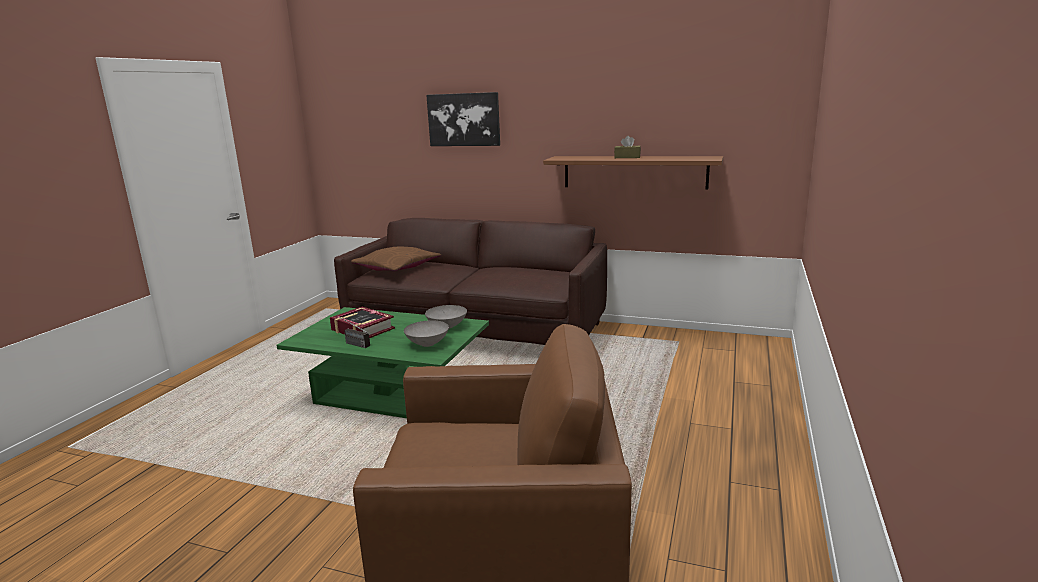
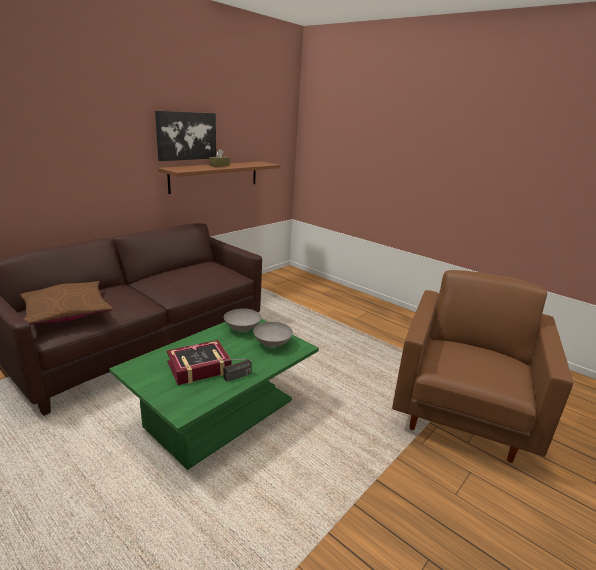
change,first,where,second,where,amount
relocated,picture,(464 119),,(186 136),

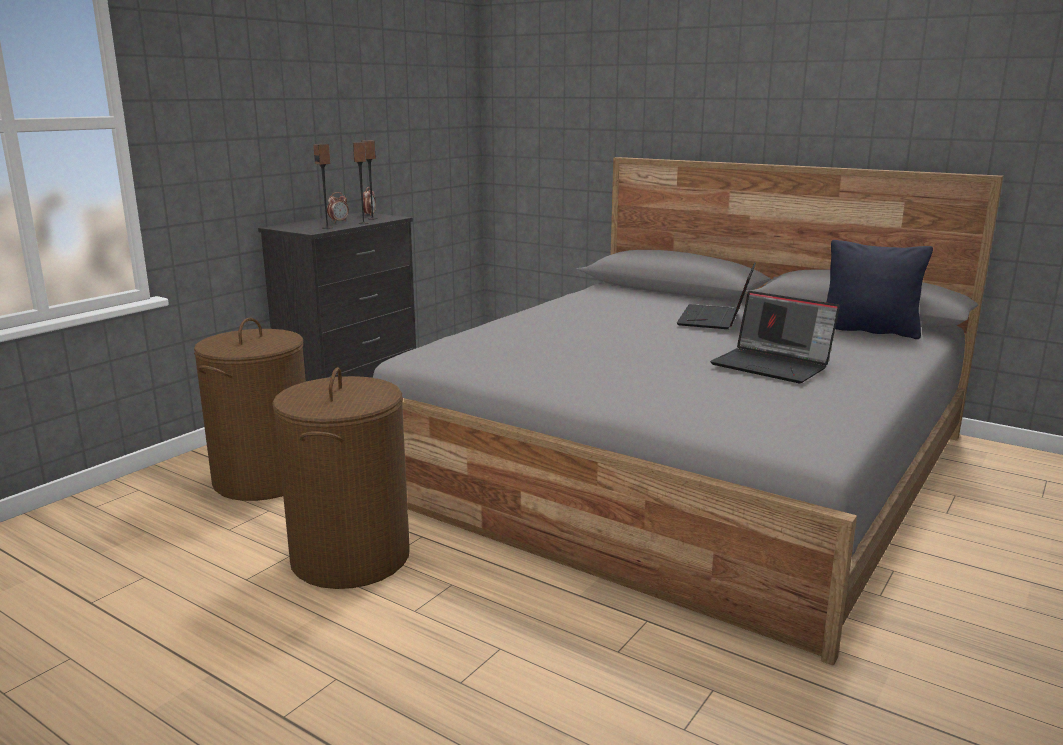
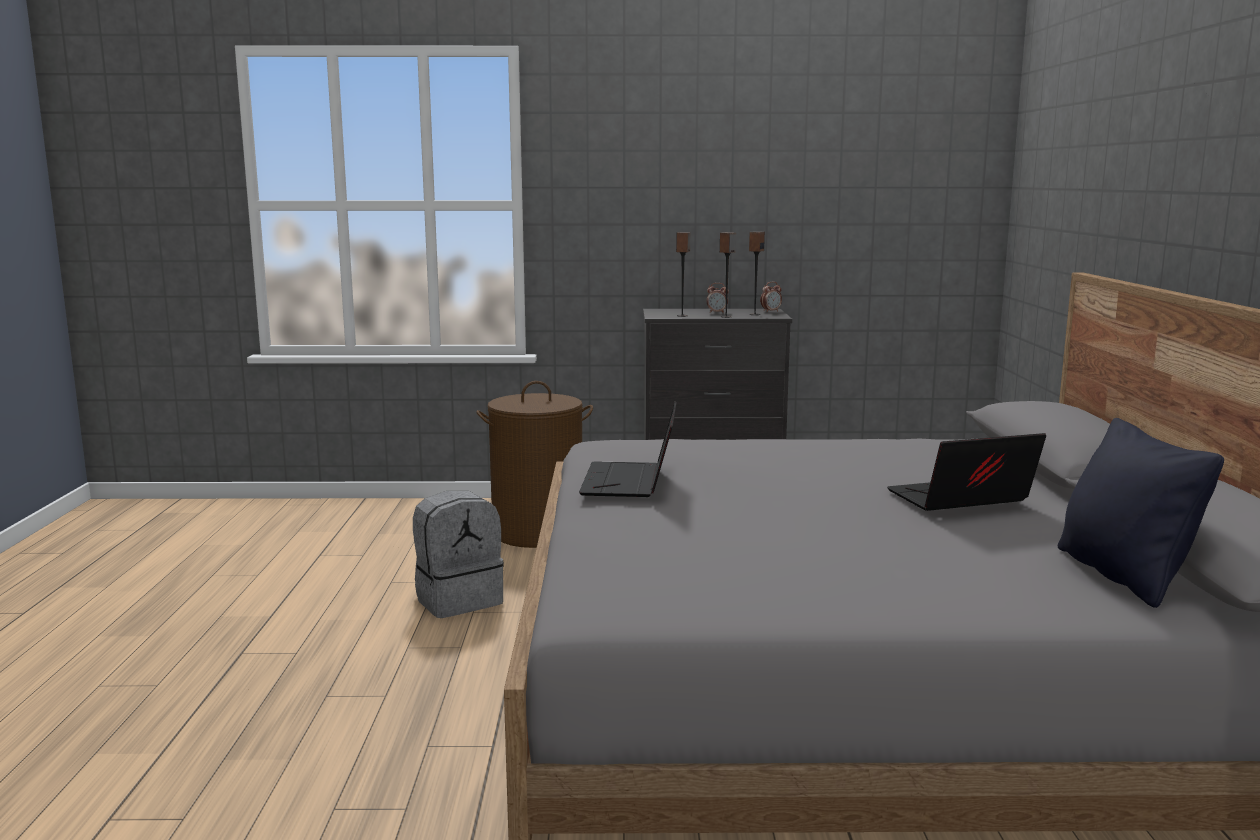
change,first,where,second,where,amount
relocated,laptop,(773 365),,(631 482),
exchanged,laundry basket in brown,(350 557),backpack in grey,(458 600),

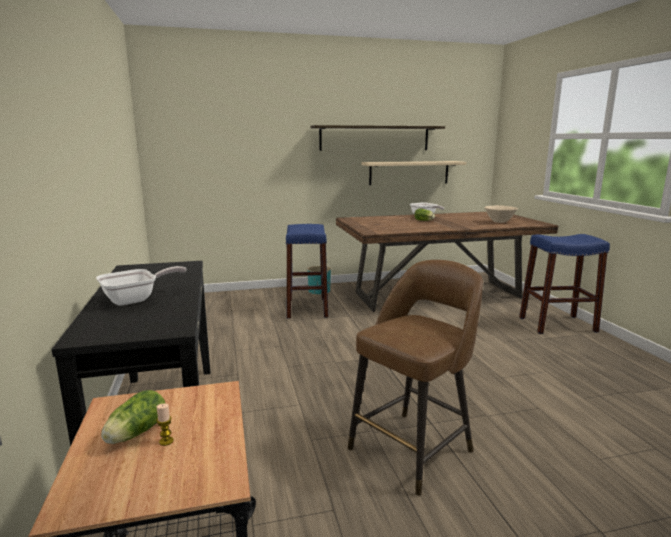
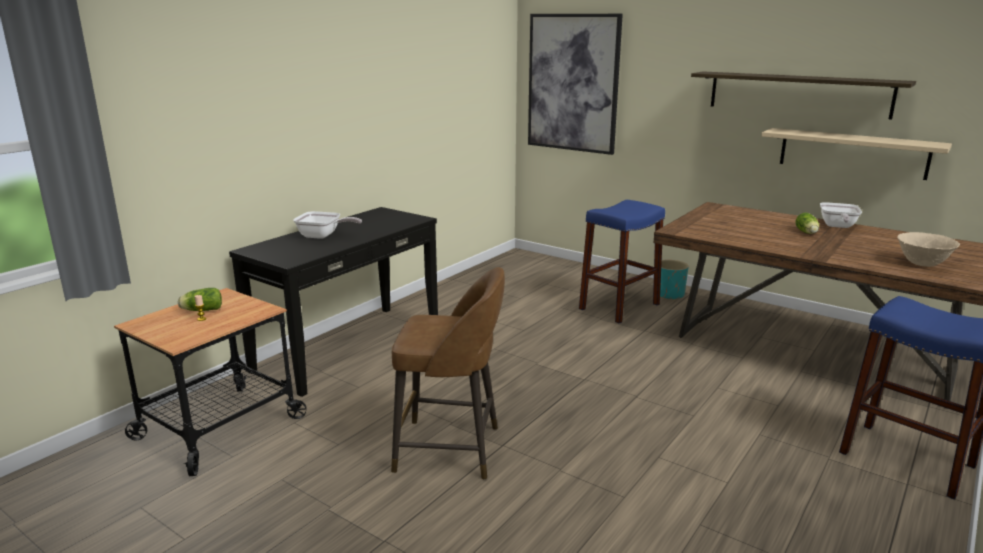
change,first,where,second,where,amount
appeared,,,picture,(573 83),

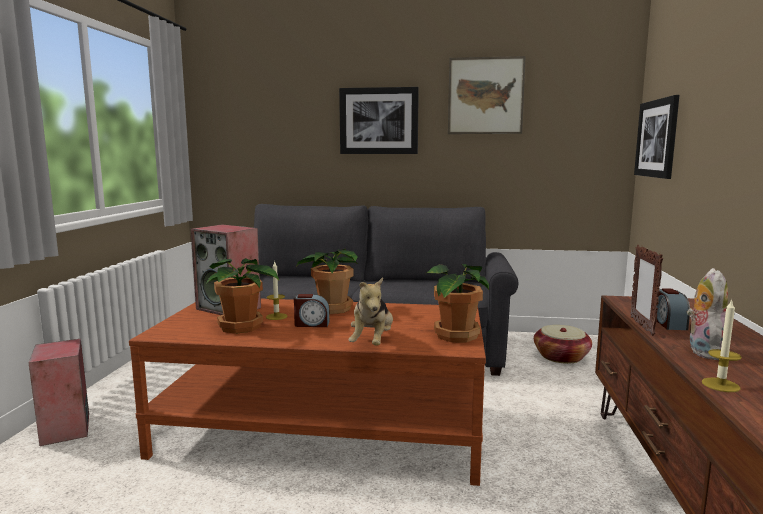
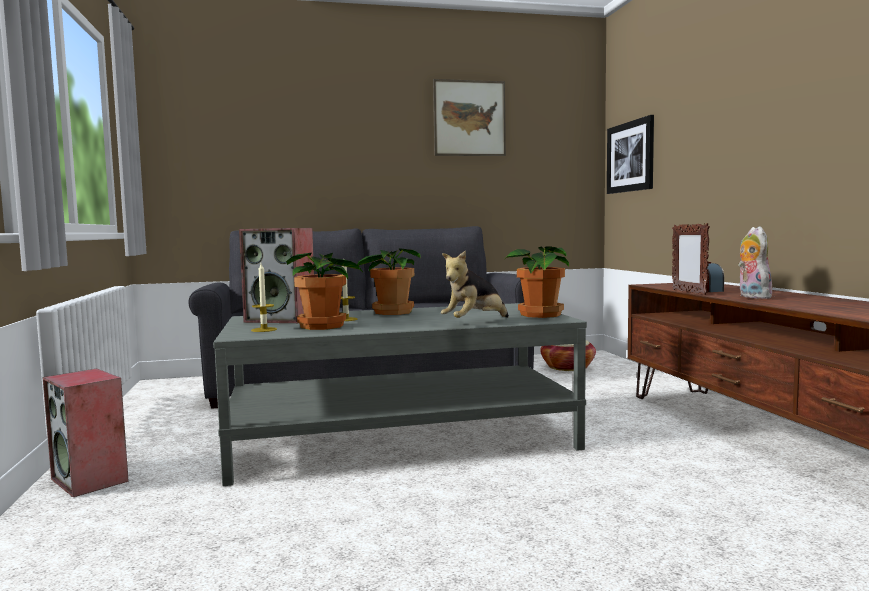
change,first,where,second,where,amount
missing,alarm clock,(311 324),,,
missing,picture,(378 121),,,
relocated,candle,(720 385),,(264 330),
colour,coffee table in brown,(324 430),coffee table in grey,(401 439),
spun,plush toy,(372 342),,(475 323),60 degrees clockwise

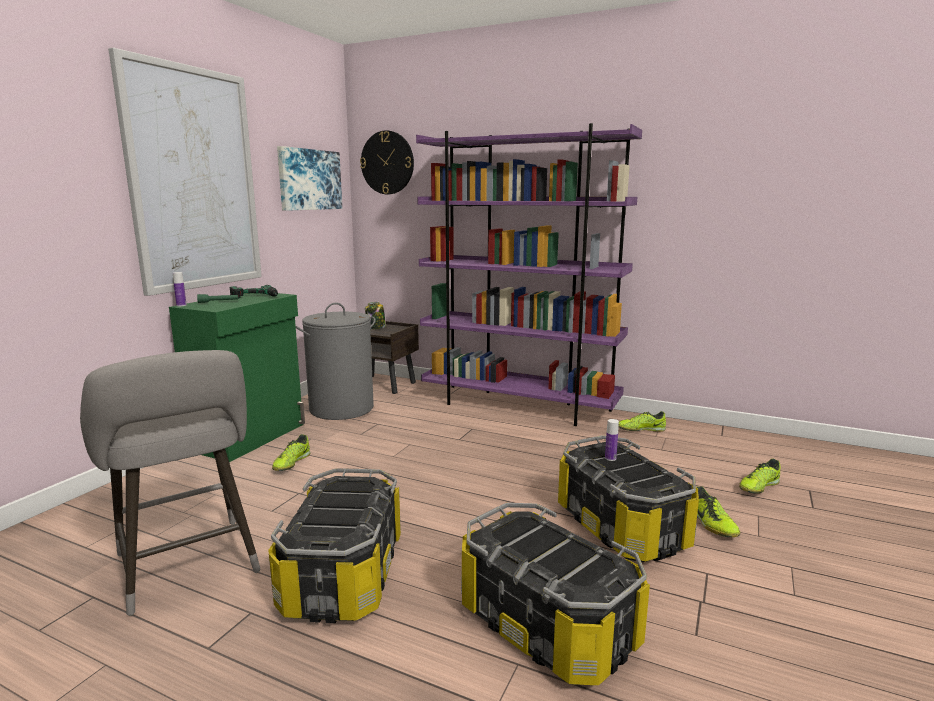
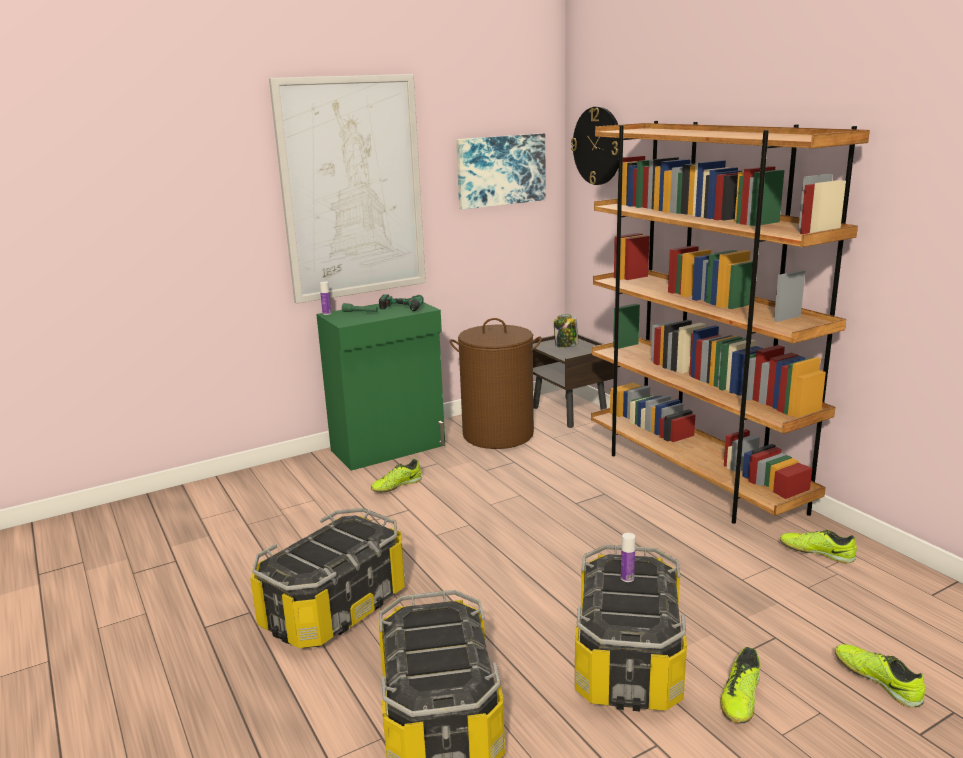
change,first,where,second,where,amount
missing,stool in grey,(189 568),,,
colour,laundry basket in grey,(341 408),laundry basket in brown,(498 434),
colour,bookcase in purple,(519 406),bookcase in brown,(694 477),
spun,shoe,(758 487),,(877 680),60 degrees clockwise

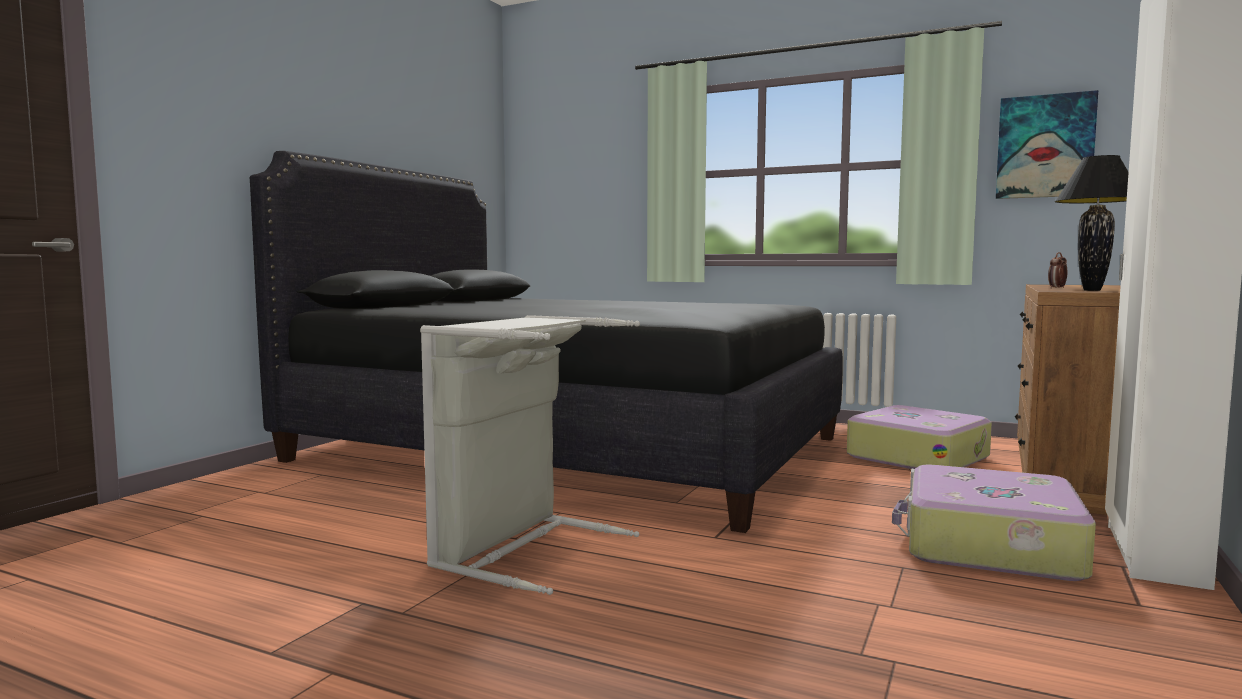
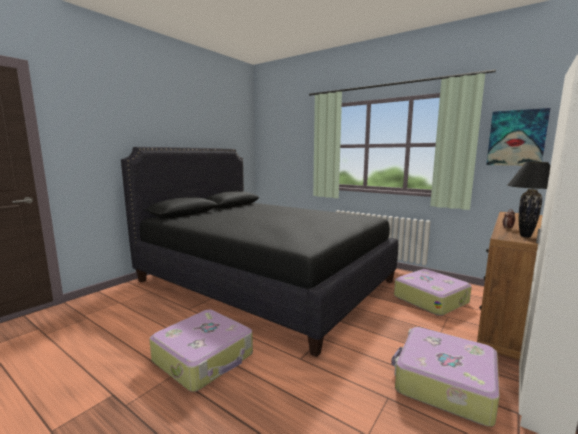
change,first,where,second,where,amount
exchanged,laundry basket in grey,(520 548),suitcase,(204 358),

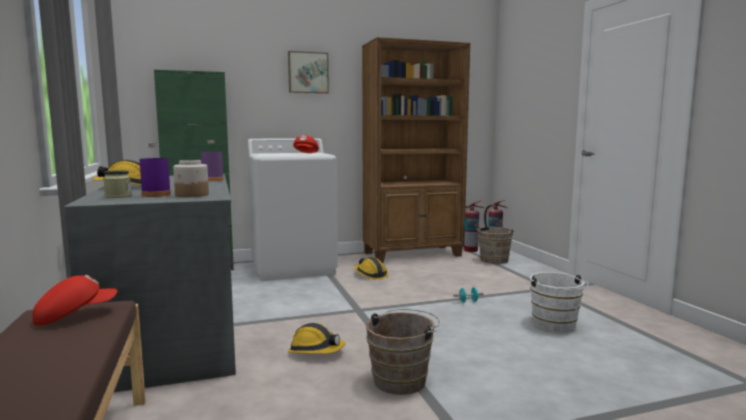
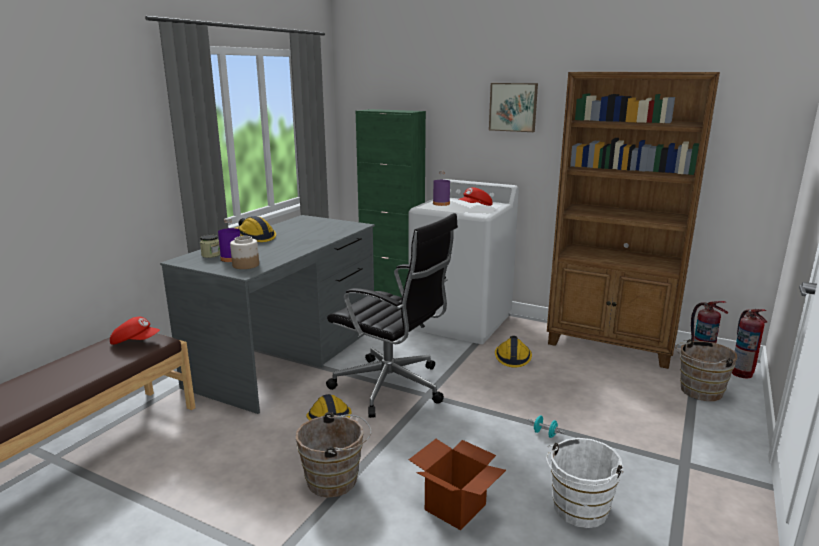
change,first,where,second,where,amount
appeared,,,office chair in black,(392 387),
appeared,,,cardboard box,(455 507),
relocated,bottle in purple,(212 180),,(441 204),

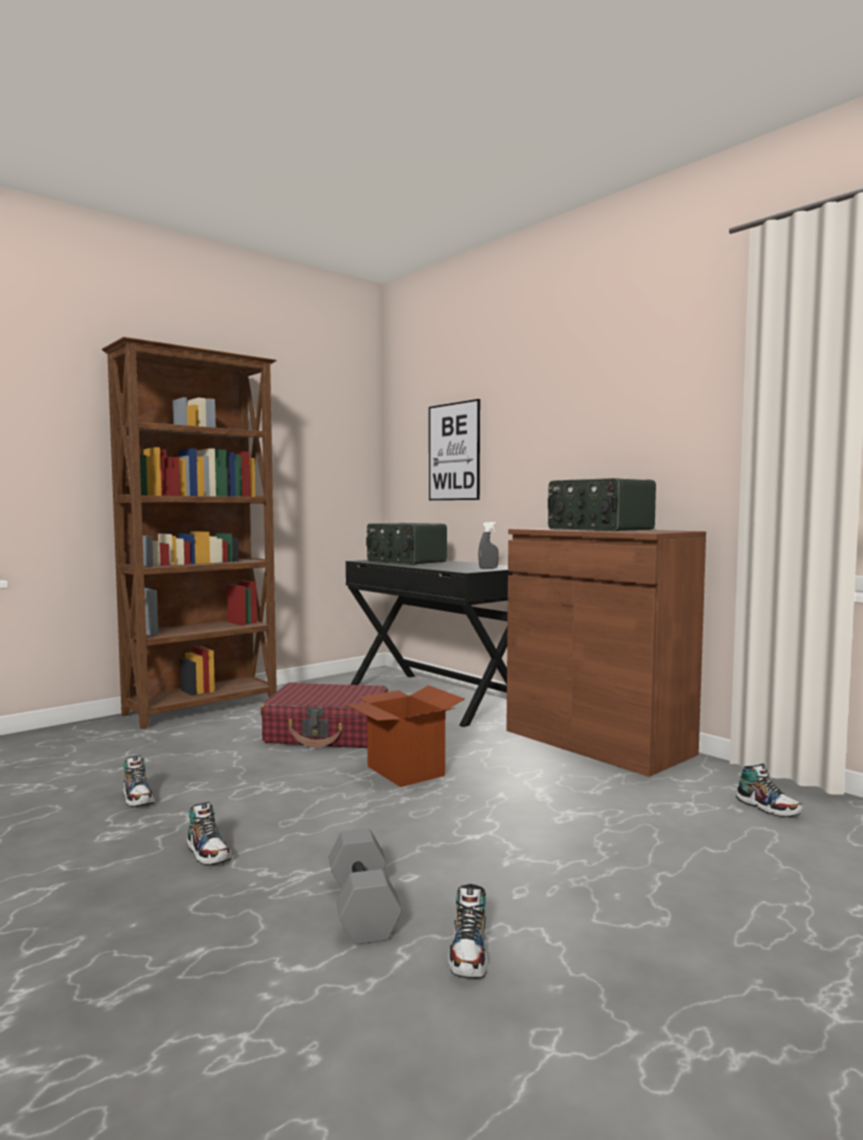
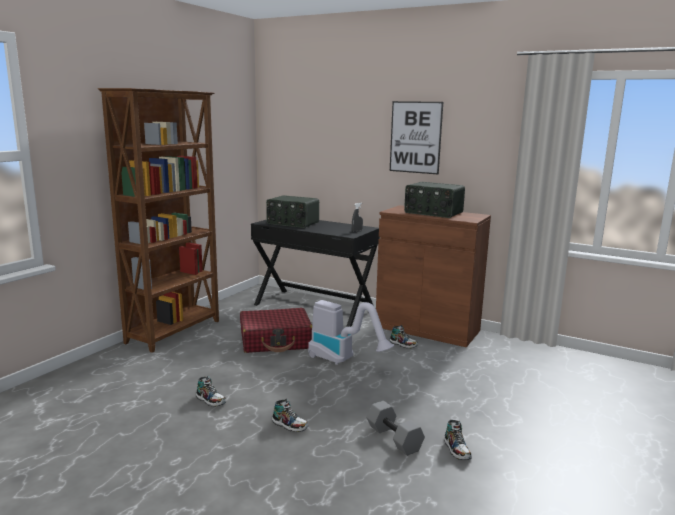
change,first,where,second,where,amount
relocated,picture,(454 451),,(415 137),
relocated,shoe,(768 807),,(403 344),
exchanged,cardboard box,(405 771),vacuum cleaner,(344 360),

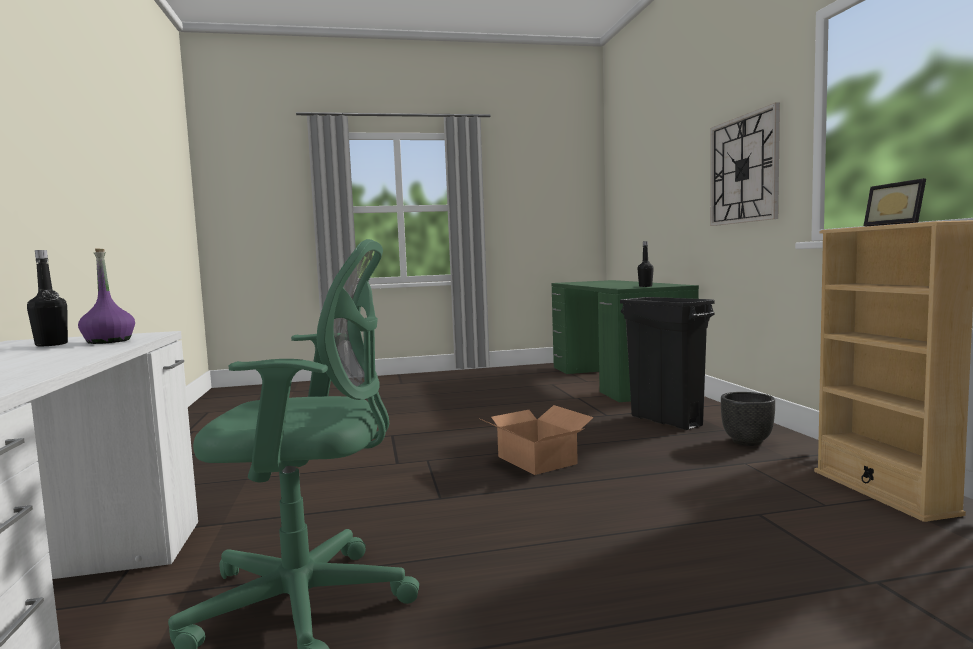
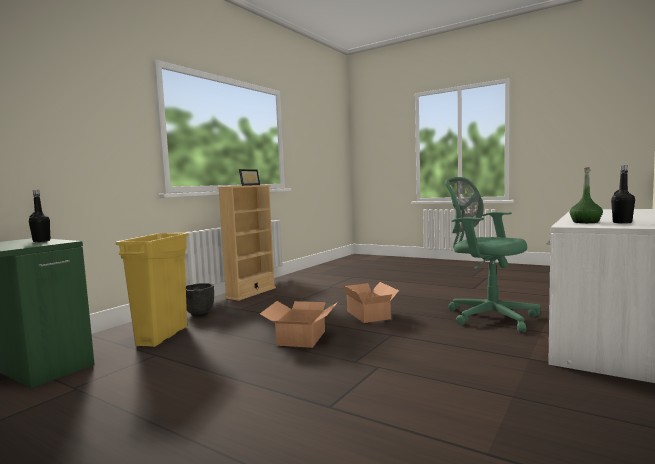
change,first,where,second,where,amount
missing,wall clock,(743 169),,,
appeared,,,cardboard box,(369 314),
colour,bottle in purple,(109 341),bottle in green,(585 222),
colour,trash can in black,(666 421),trash can in yellow,(162 336),

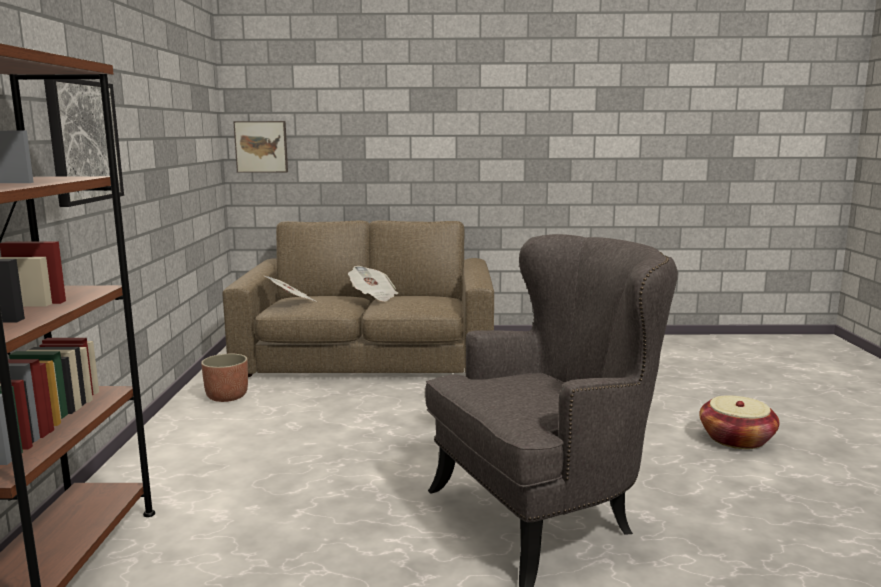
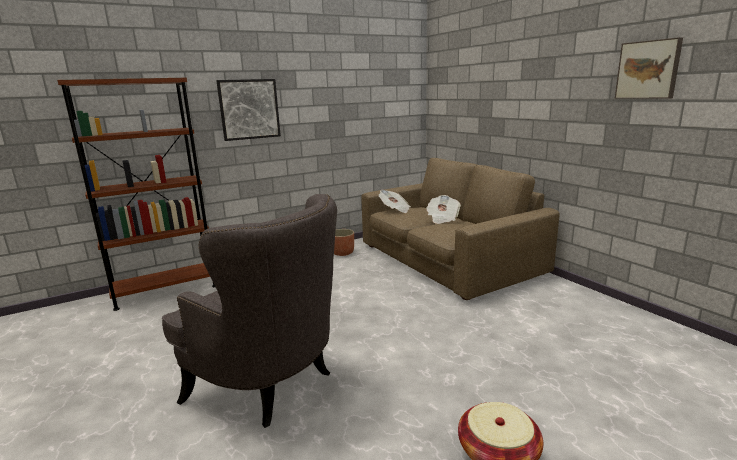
change,first,where,second,where,amount
relocated,picture,(261 146),,(648 70),

